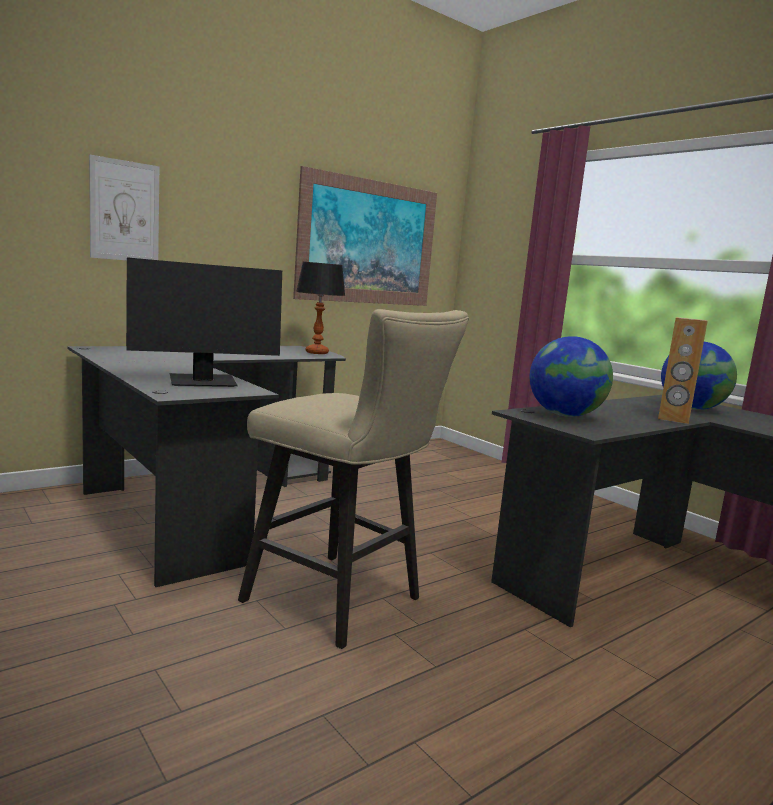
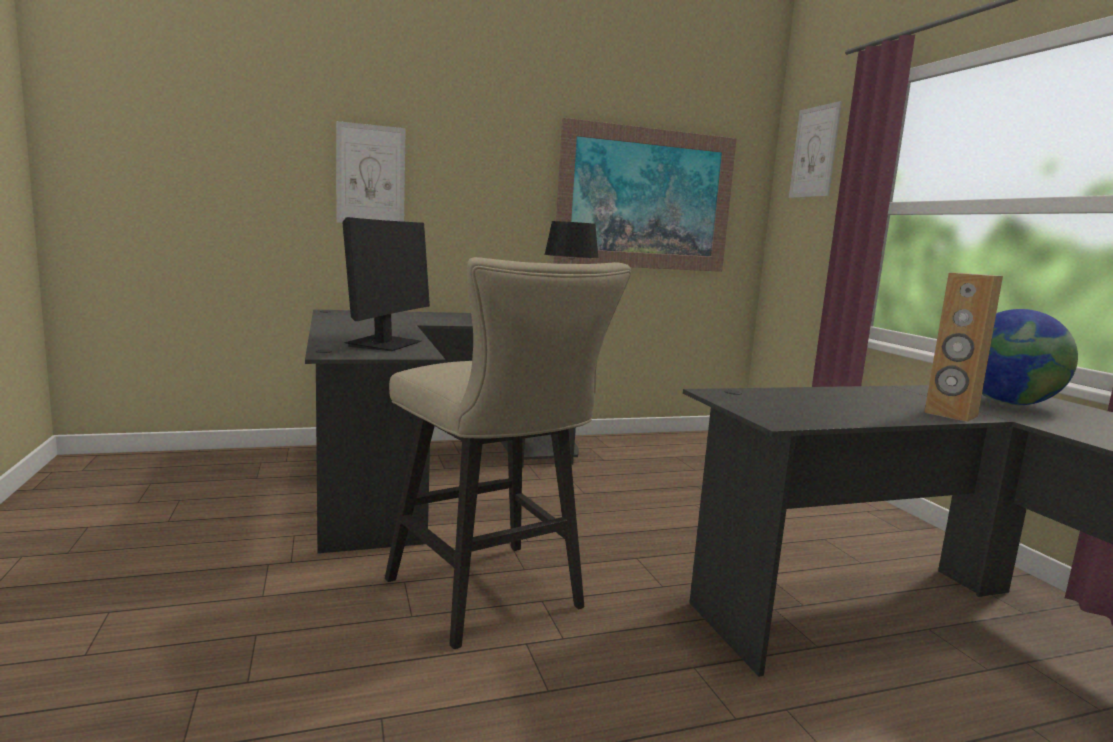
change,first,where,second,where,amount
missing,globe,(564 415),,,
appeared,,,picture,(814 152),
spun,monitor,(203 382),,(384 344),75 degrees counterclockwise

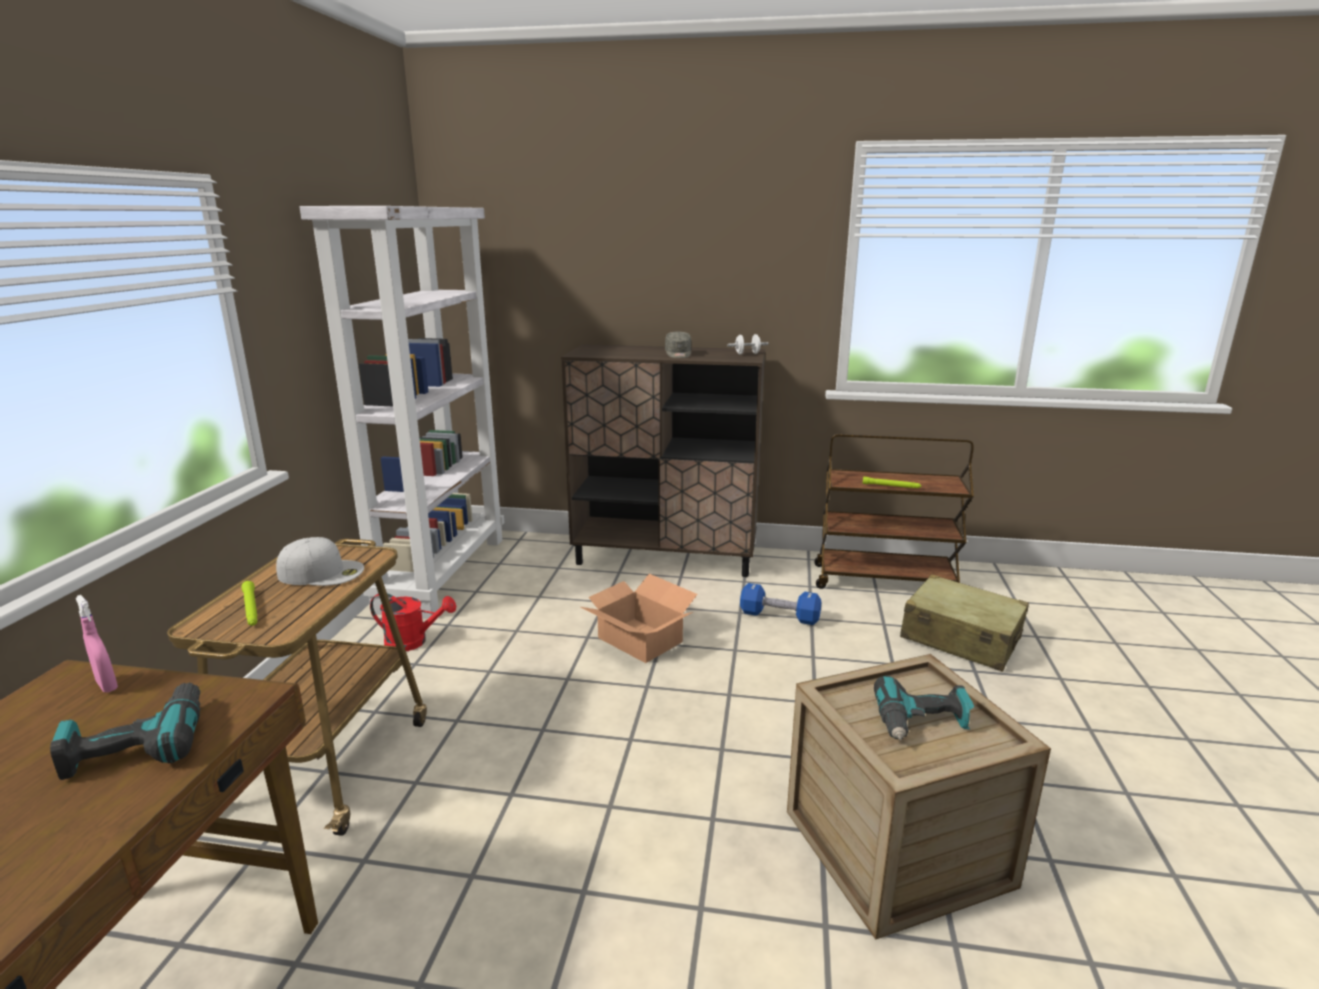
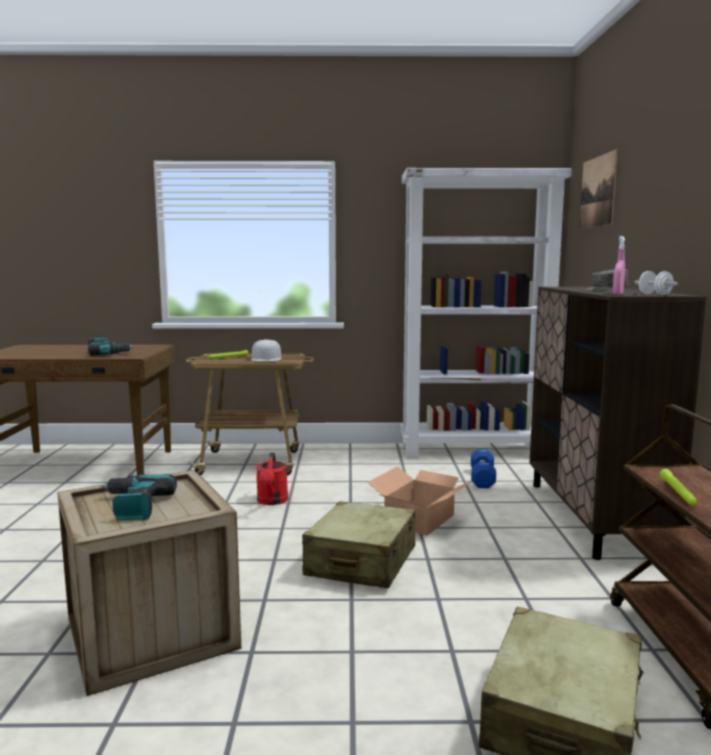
change,first,where,second,where,amount
appeared,,,suitcase in beige,(361 562),
appeared,,,picture,(598 191),
relocated,spray bottle in pink,(107 685),,(617 294),
relocated,watering can in red,(413 642),,(272 501),
relocated,dumbbell in blue,(779 616),,(482 478),

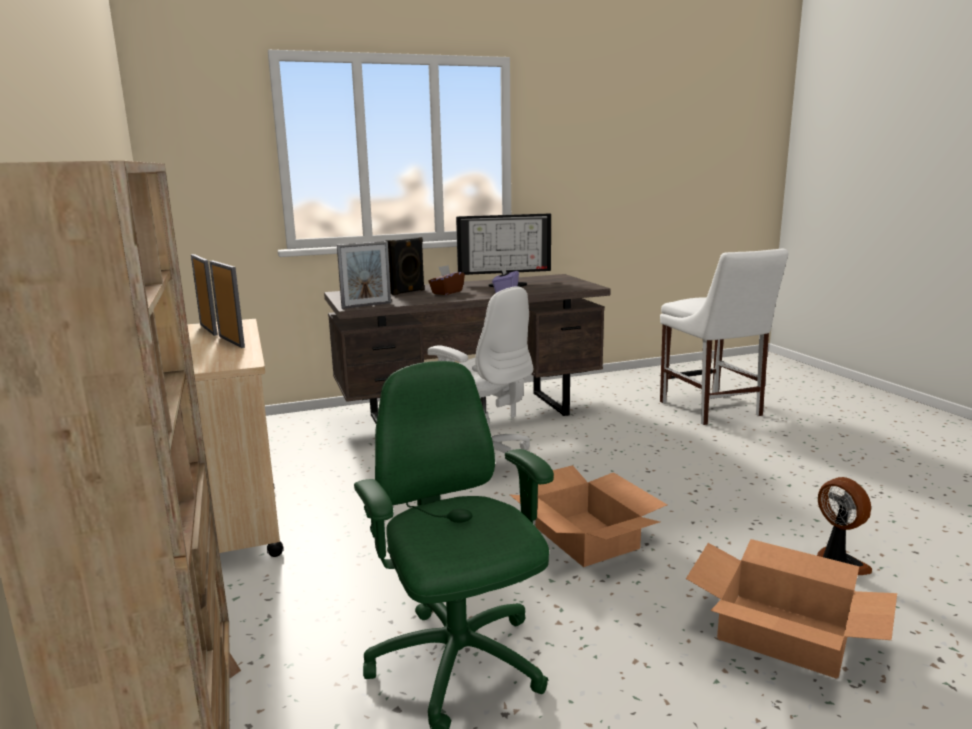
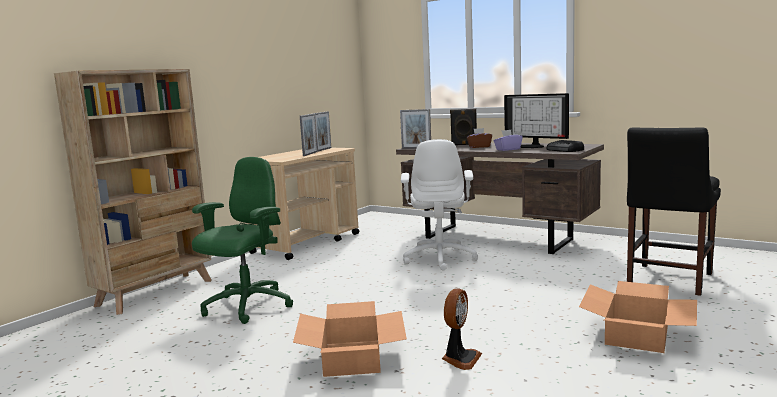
change,first,where,second,where,amount
appeared,,,radio,(565 150),
relocated,cardboard box,(586 537),,(637 334),
colour,chair in white,(712 410),chair in black,(667 280),

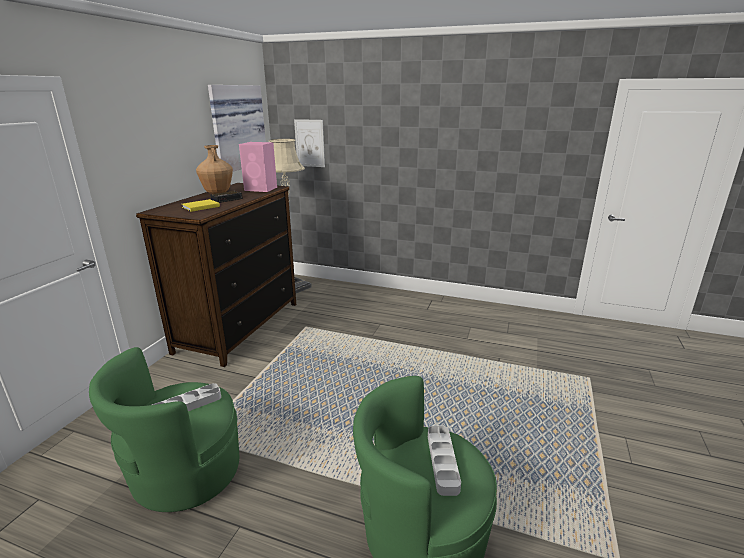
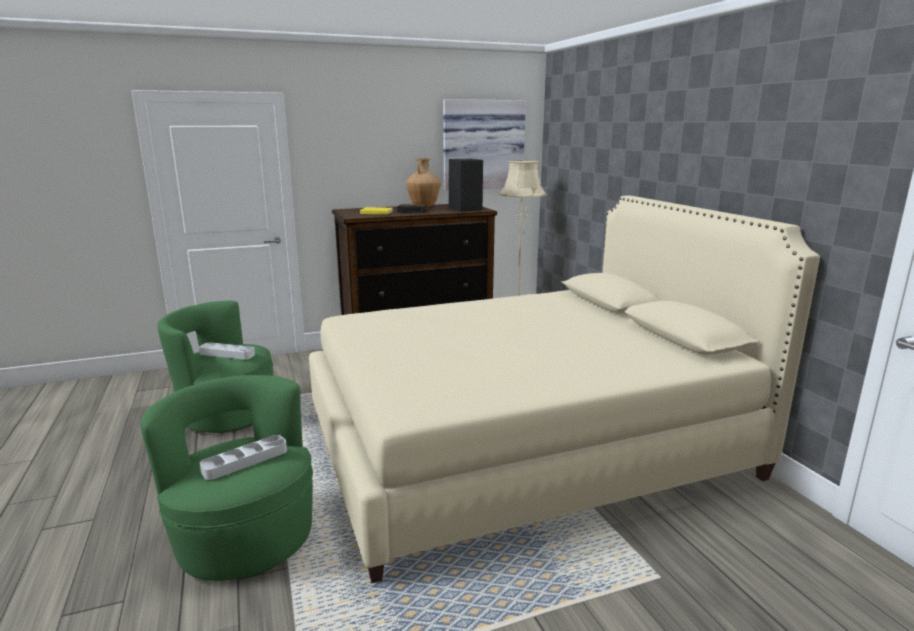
change,first,where,second,where,amount
missing,picture,(309 143),,,
appeared,,,bed in beige,(522 445),
colour,speaker in pink,(261 189),speaker in black,(465 209),

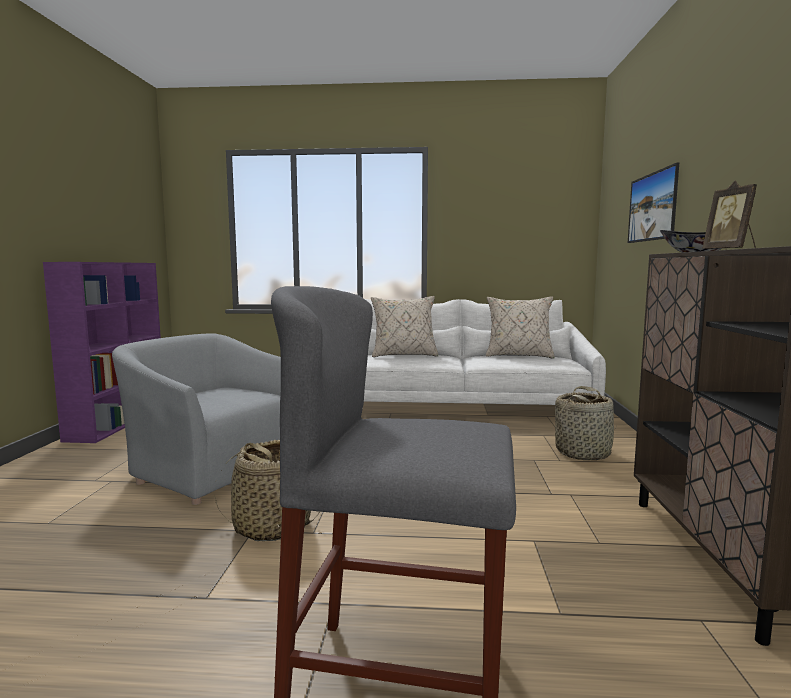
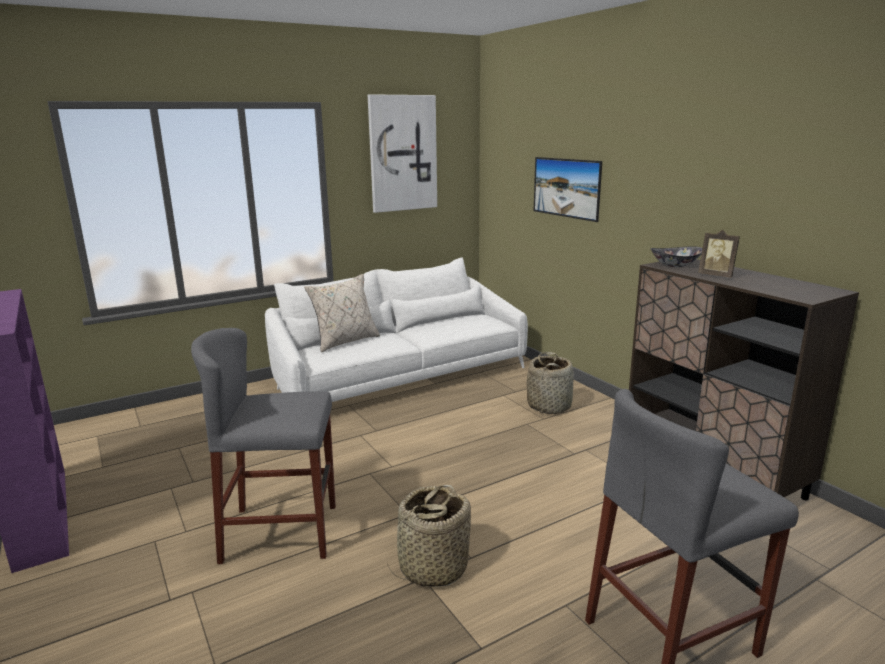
change,first,where,second,where,amount
missing,pillow in beige,(518 356),,,
appeared,,,picture,(402 153),
exchanged,armchair in grey,(213 469),stool in grey,(281 533),

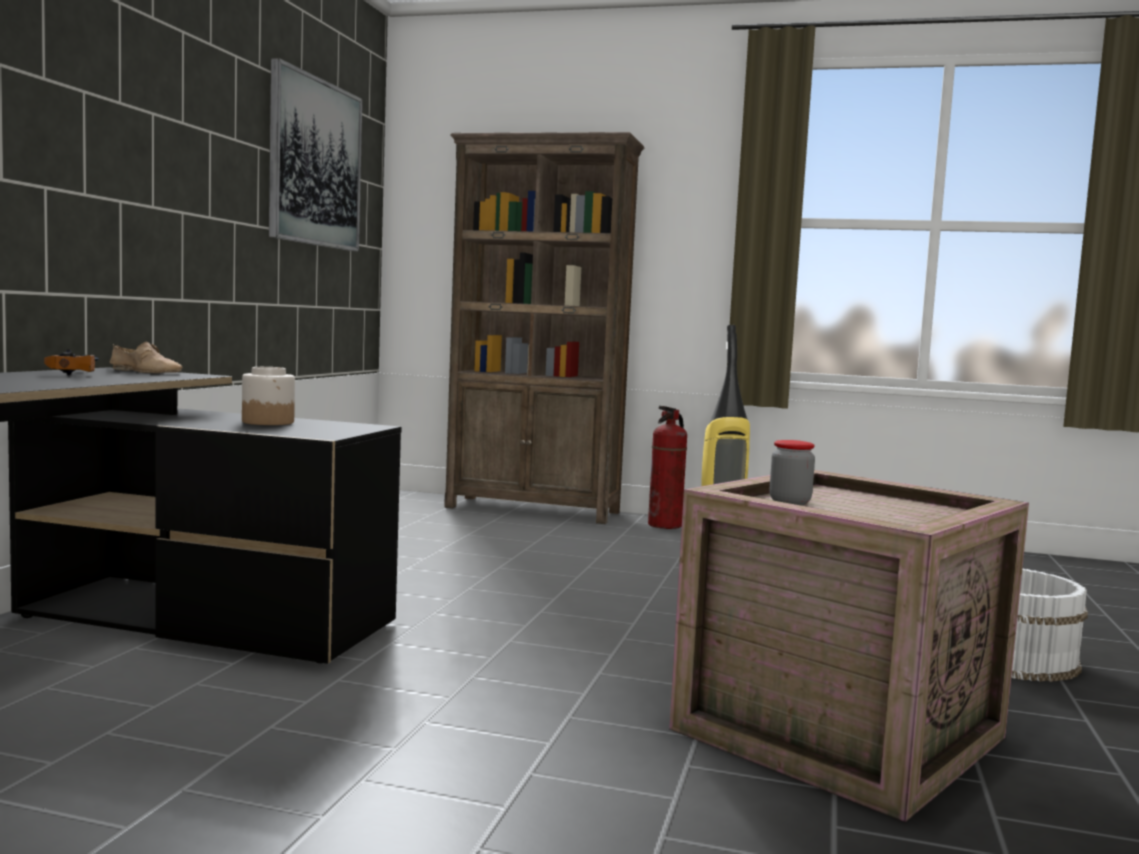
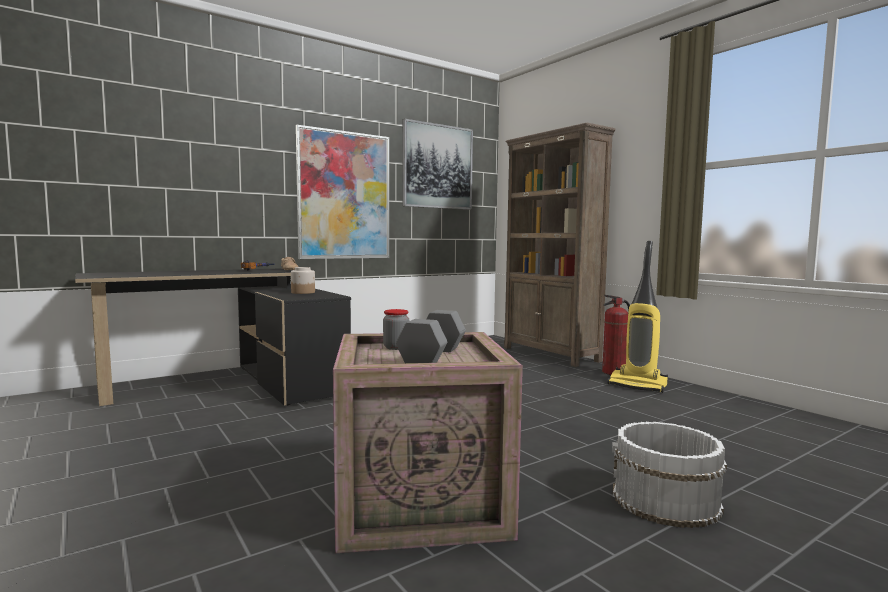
change,first,where,second,where,amount
appeared,,,picture,(344 195),
appeared,,,dumbbell in grey,(434 356),

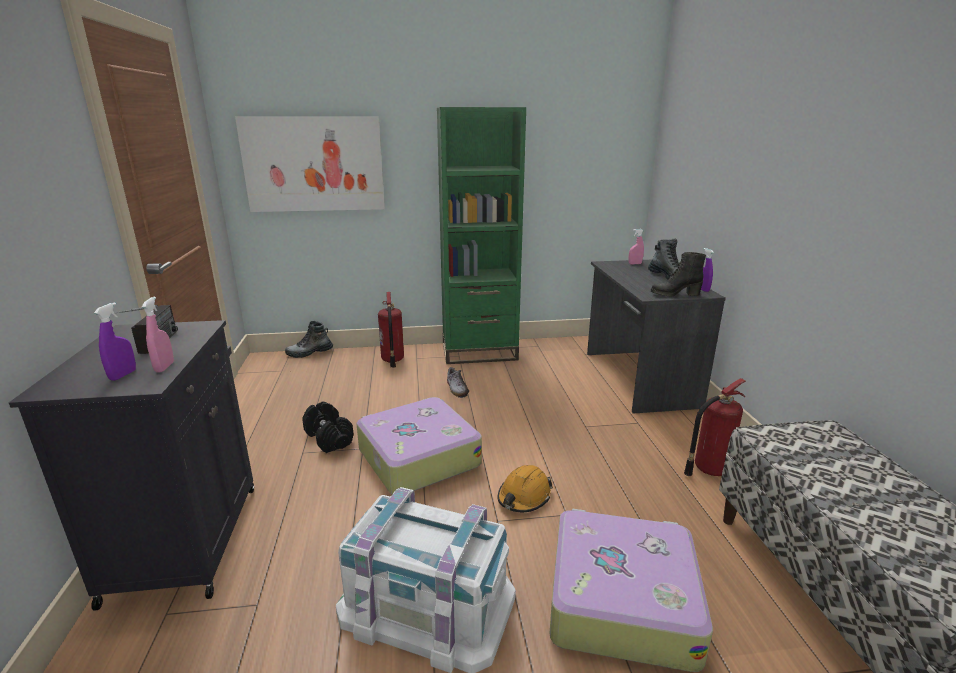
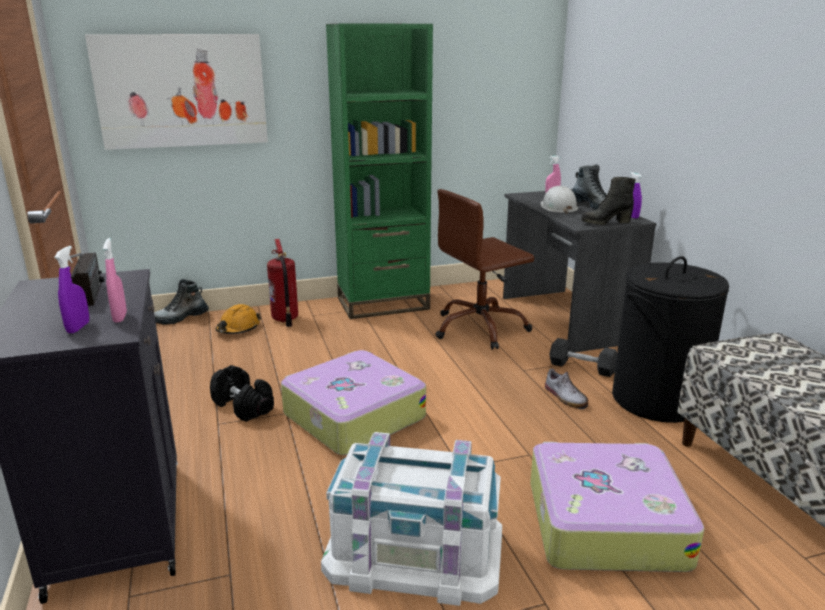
change,first,where,second,where,amount
appeared,,,office chair in brown,(480 328),
appeared,,,hard hat in white,(558 207),
appeared,,,dumbbell in black,(582 367),
relocated,shoe,(457 389),,(565 397),
relocated,hard hat in orange,(524 497),,(238 328),
exchanged,fire extinguisher,(708 469),laundry basket in black,(657 399),

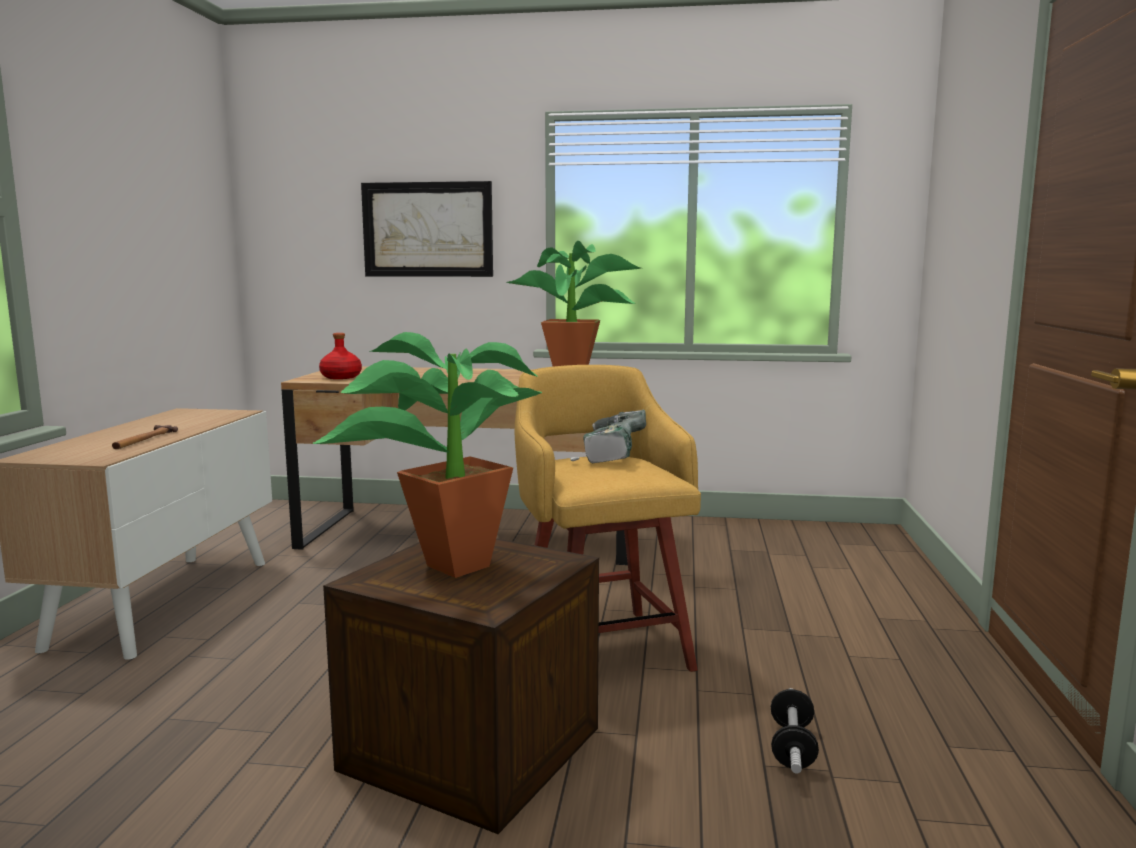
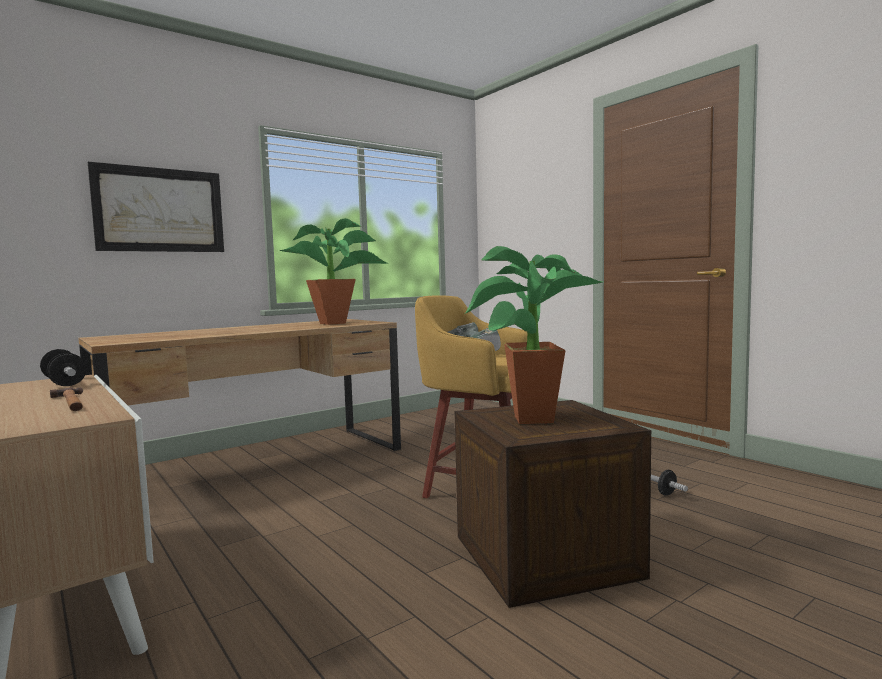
change,first,where,second,where,amount
missing,bottle in red,(341 377),,,
appeared,,,dumbbell,(64 382),

